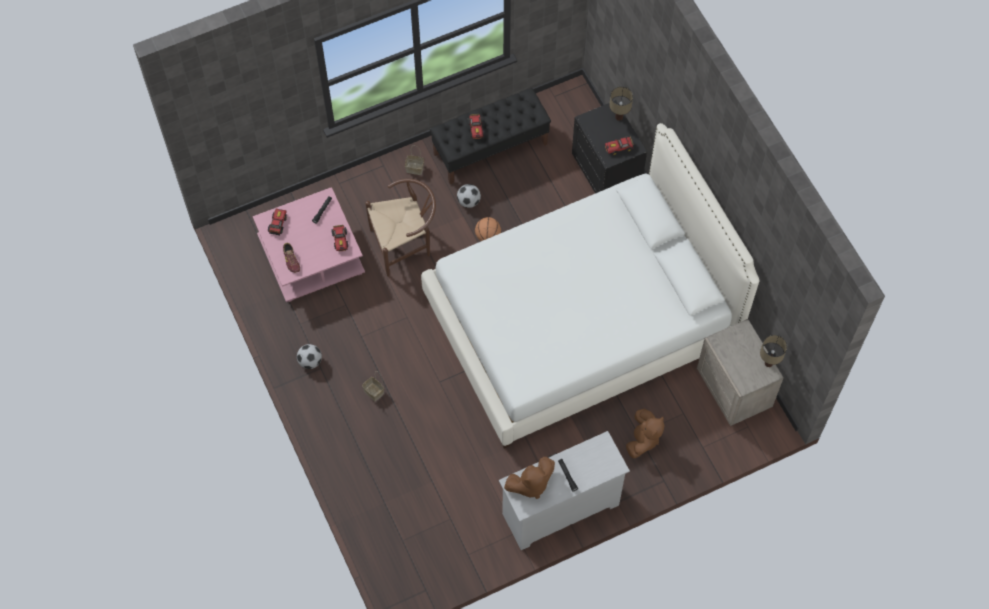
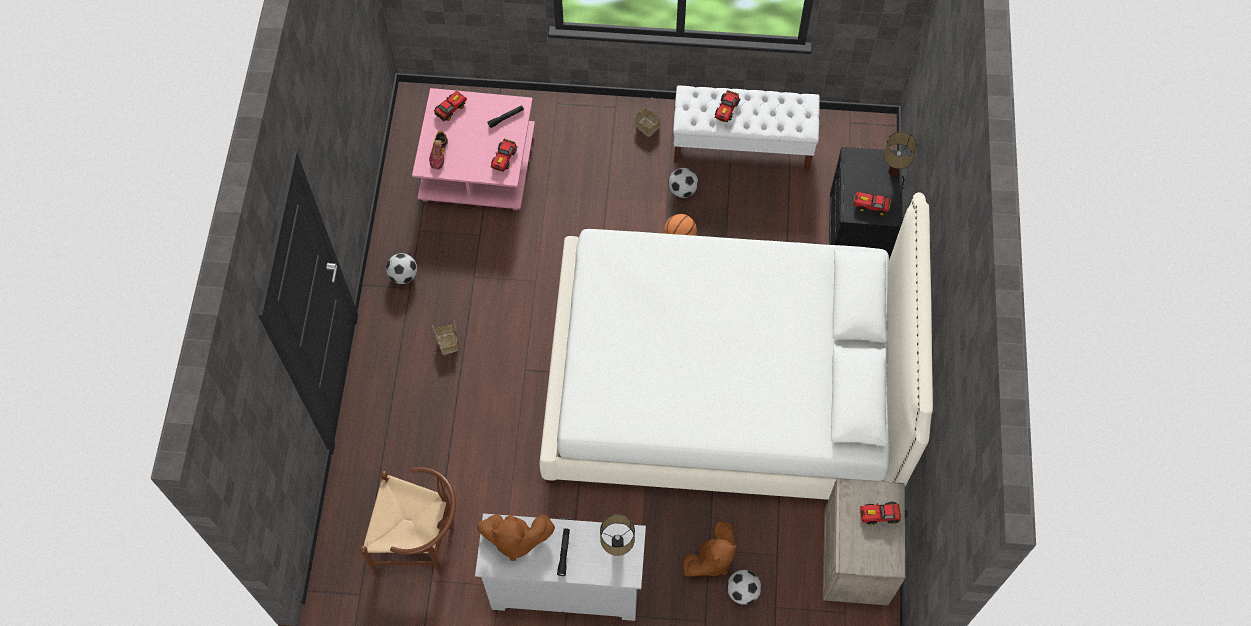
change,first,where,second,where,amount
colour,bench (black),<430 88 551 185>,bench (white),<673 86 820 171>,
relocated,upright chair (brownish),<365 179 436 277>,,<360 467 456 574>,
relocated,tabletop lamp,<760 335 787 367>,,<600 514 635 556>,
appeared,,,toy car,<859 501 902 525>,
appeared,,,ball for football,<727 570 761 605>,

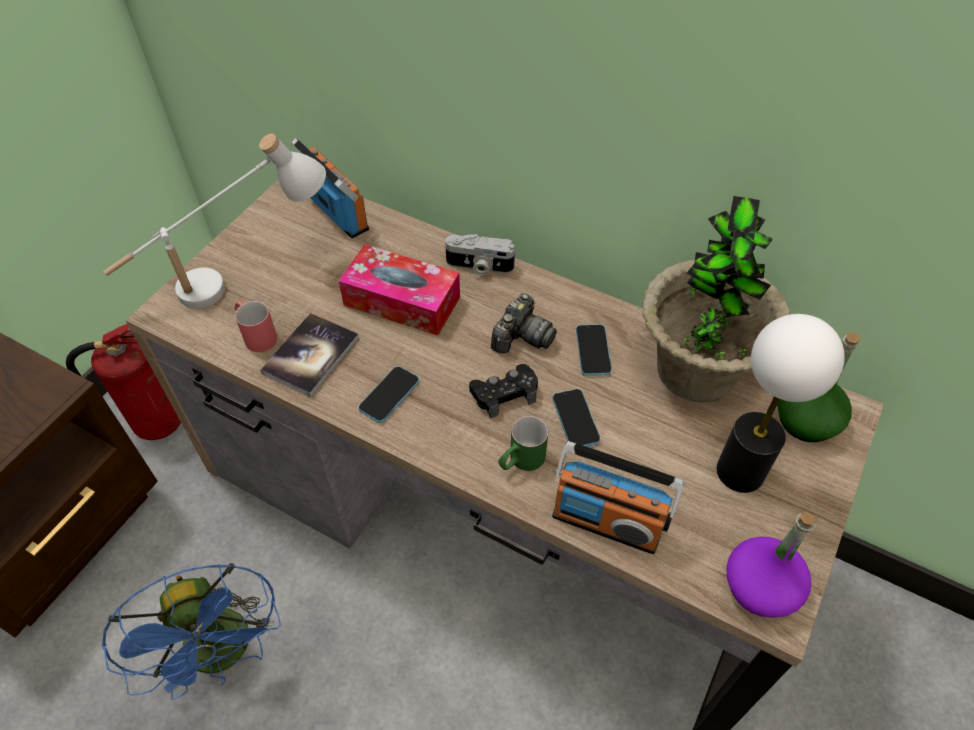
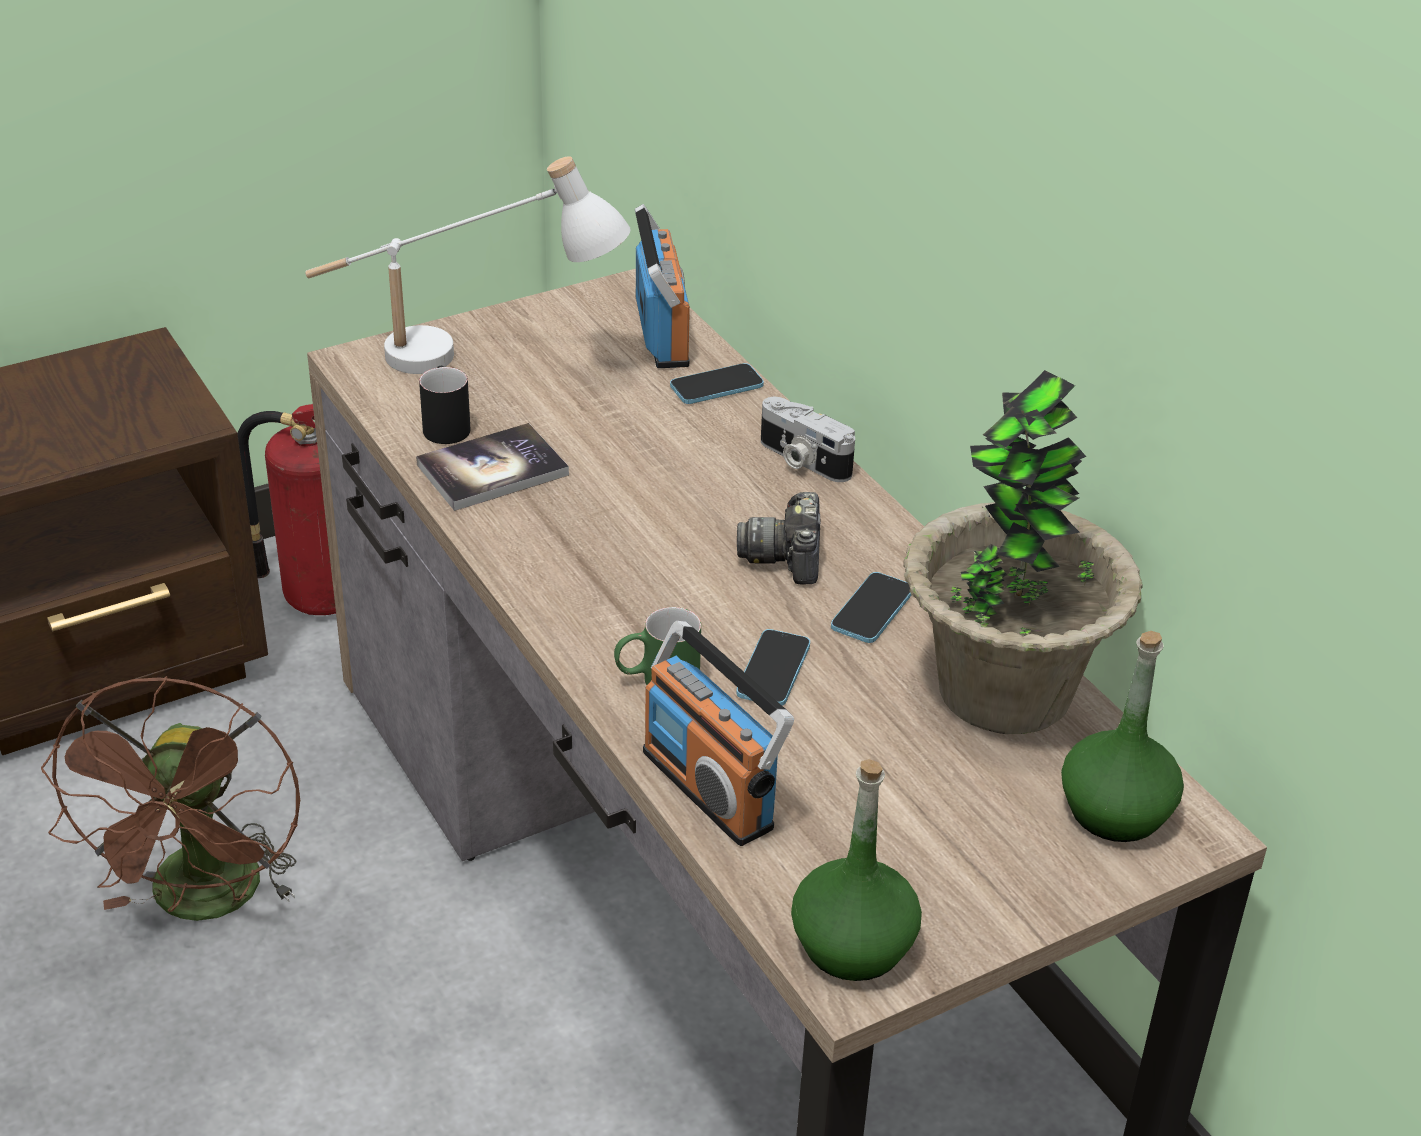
change,first,where,second,where,amount
missing,tissue box,<339 244 460 336>,,,
spun,photo camera,<491 293 557 353>,,<737 492 820 585>,120 degrees clockwise
colour,tea mug (red-coloured),<234 301 277 352>,tea mug (black),<419 366 471 444>,
missing,tabletop lamp,<717 314 844 493>,,,
missing,joypad (black),<469 364 538 418>,,,
relocated,phone,<358 366 419 423>,,<670 363 764 404>,
colour,bottle (purplish),<726 512 816 618>,bottle (green),<791 759 922 981>,
colour,fan (bluish),<102 563 281 700>,fan (brownish),<41 676 300 921>,

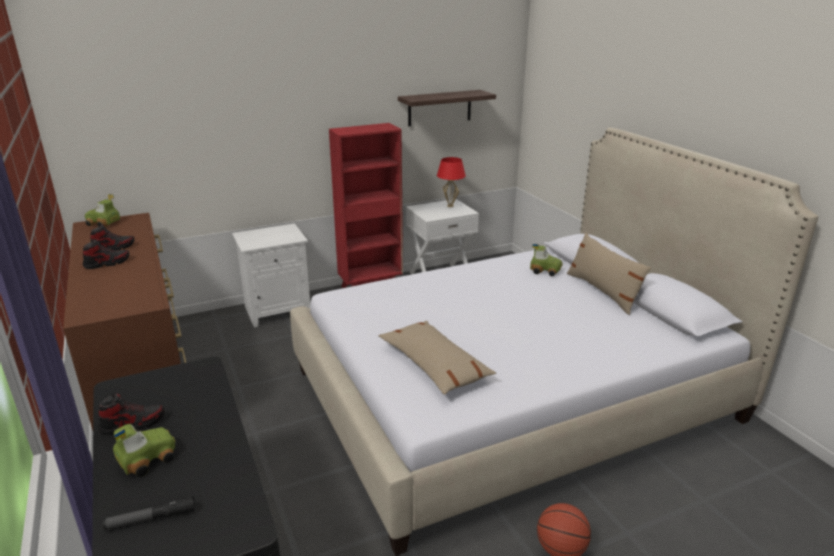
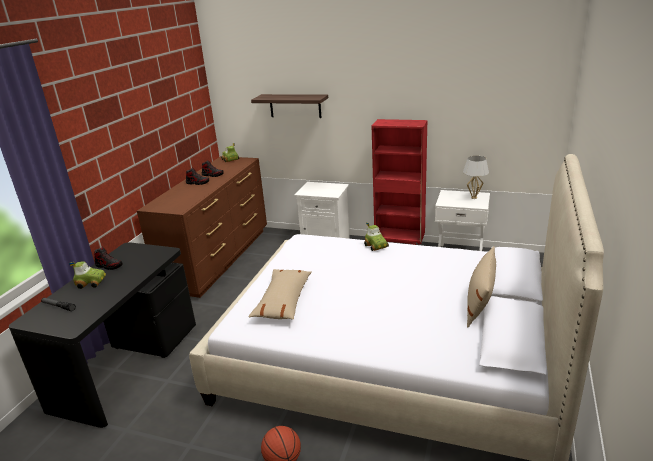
change,first,where,second,where,amount
relocated,shelf,<398 90 496 126>,,<251 94 328 118>,
colour,tabletop lamp (red-coloured),<437 157 466 207>,tabletop lamp (white),<463 156 489 199>,
relocated,toy car,<530 244 563 276>,,<364 222 389 251>,

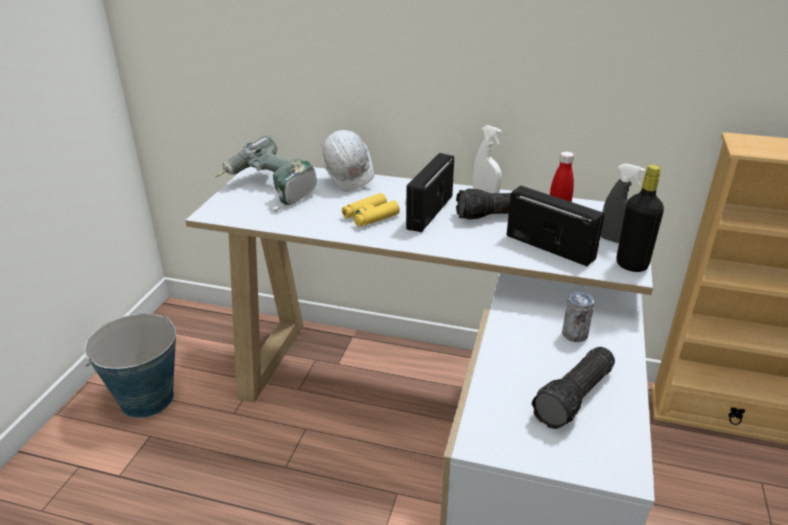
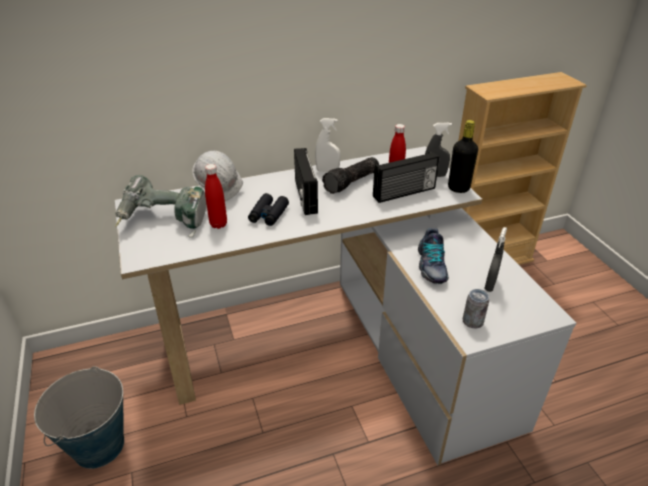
change,first,where,second,where,amount
spun,radio,<507 186 604 266>,,<373 151 440 203>,150 degrees clockwise
colour,pair of binoculars (yellow-coloured),<342 193 400 227>,pair of binoculars (black),<248 193 289 226>,
relocated,metal can,<562 292 594 342>,,<463 289 489 328>,
exchanged,hand torch,<532 347 615 429>,hand sprayer (gray),<484 227 507 292>,
appeared,,,bottle (red-coloured),<205 164 227 229>,
appeared,,,shoe,<418 228 449 284>,

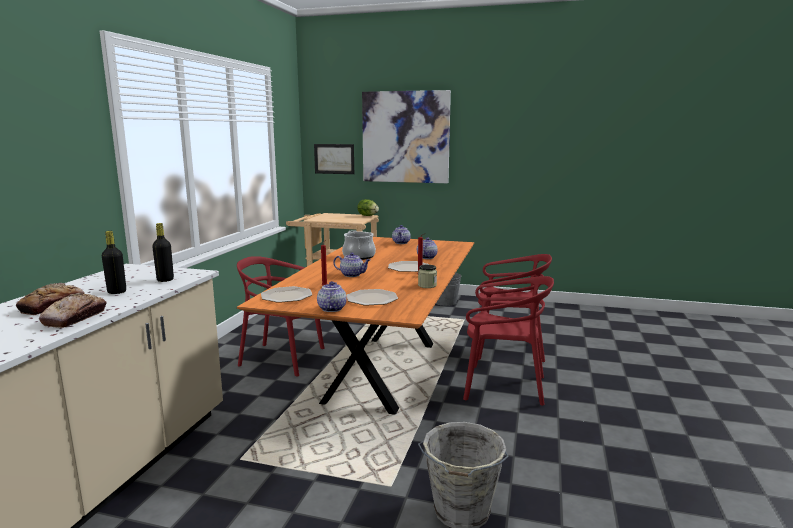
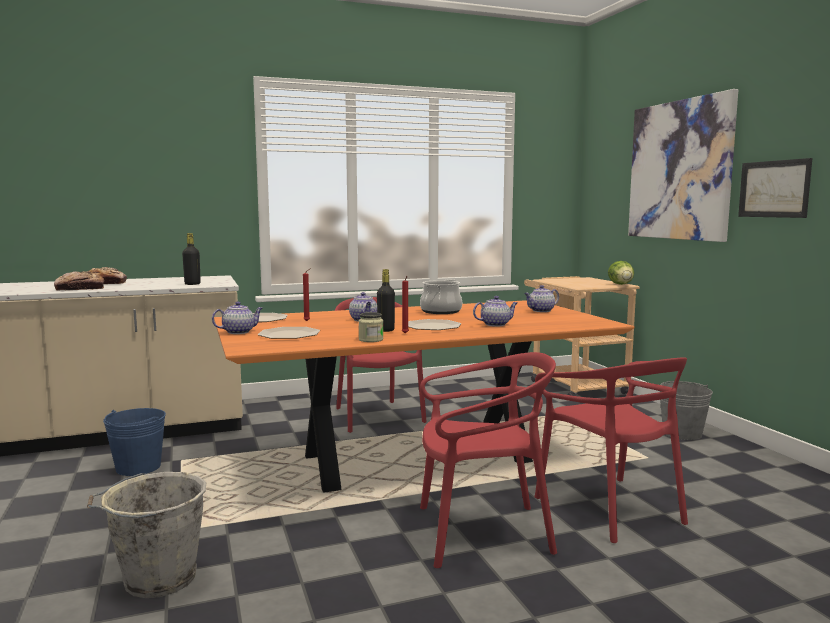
change,first,where,second,where,amount
relocated,wall art,<314 144 354 174>,,<738 158 812 218>,
relocated,bottle (black),<102 231 126 294>,,<377 269 395 332>,
spun,upright chair (red-coloured),<463 276 554 406>,,<420 352 557 568>,75 degrees counterclockwise
appeared,,,pail (bluish),<103 408 166 476>,

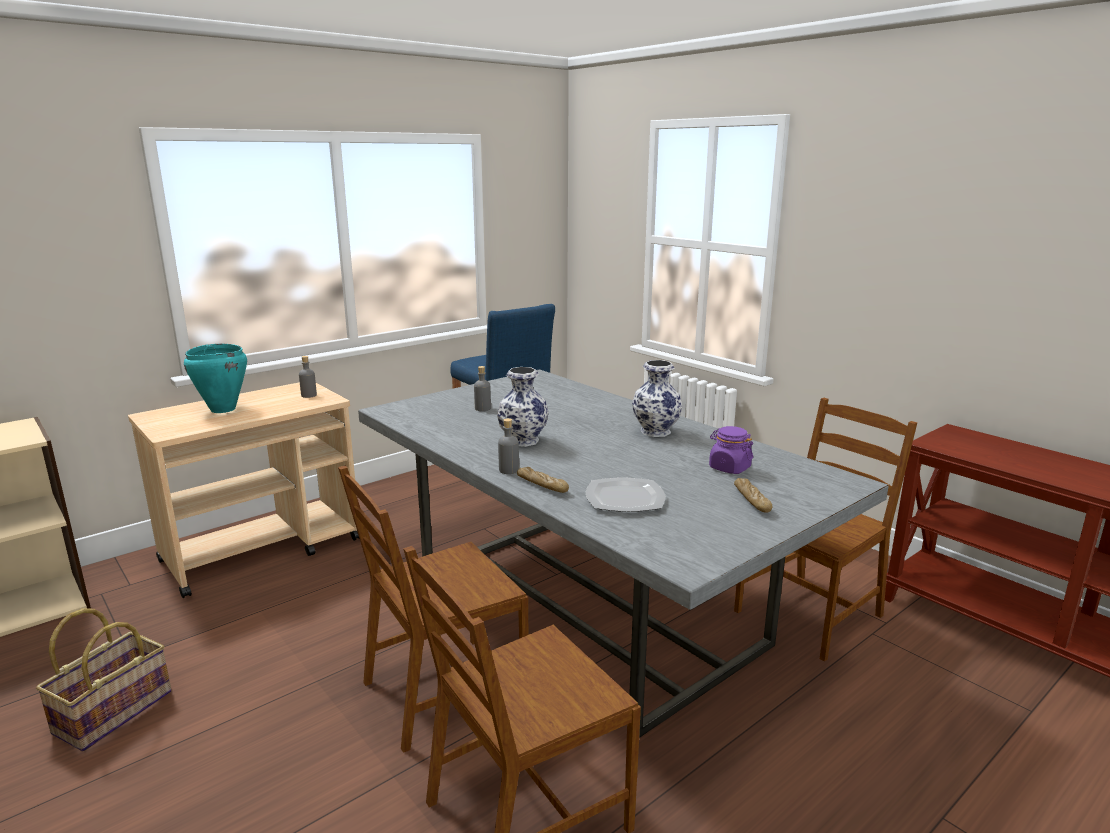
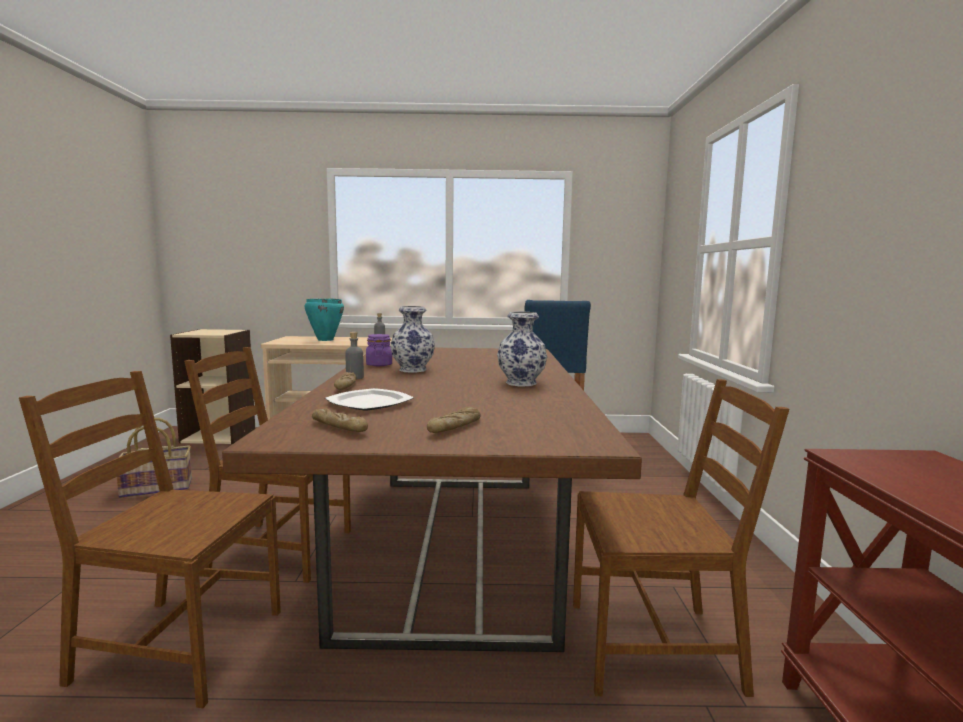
change,first,where,second,where,amount
missing,bottle (gray),<474 366 491 411>,,,
colour,dinner table (gray),<358 369 889 738>,dinner table (brownish),<222 348 642 652>,
relocated,storage jar (purplish),<709 426 753 474>,,<366 334 392 366>,
appeared,,,bakery bread,<312 408 368 432>,

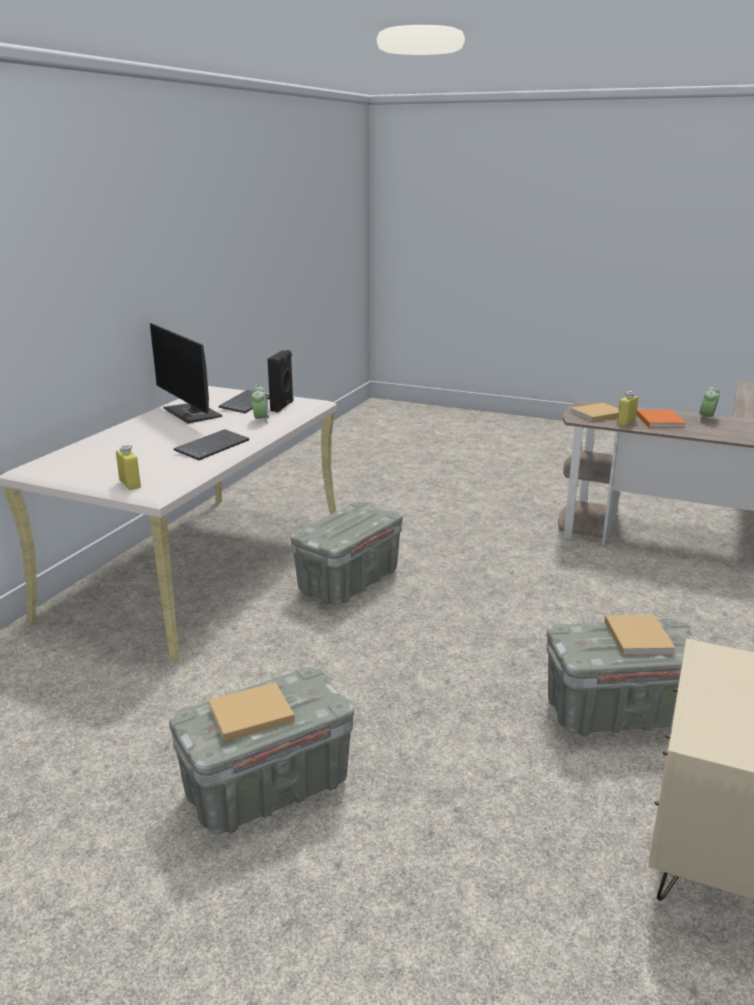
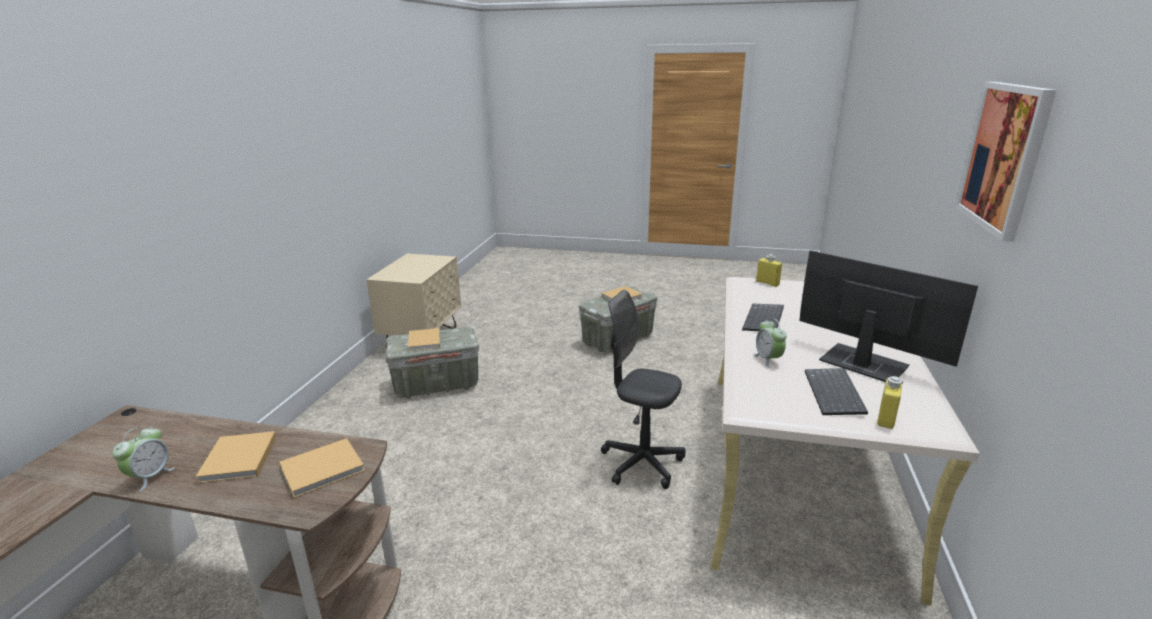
change,first,where,second,where,amount
missing,audio speaker (black),<267 350 294 413>,,,
relocated,bottle (yellow-coloured),<617 391 638 426>,,<877 376 903 429>,
colour,volume (orangey),<636 410 686 428>,volume (sand-coloured),<195 431 276 483>,
exchanged,storage box (gray),<290 501 403 604>,computer chair (gray),<601 290 686 489>,
appeared,,,wall art,<956 82 1057 242>,

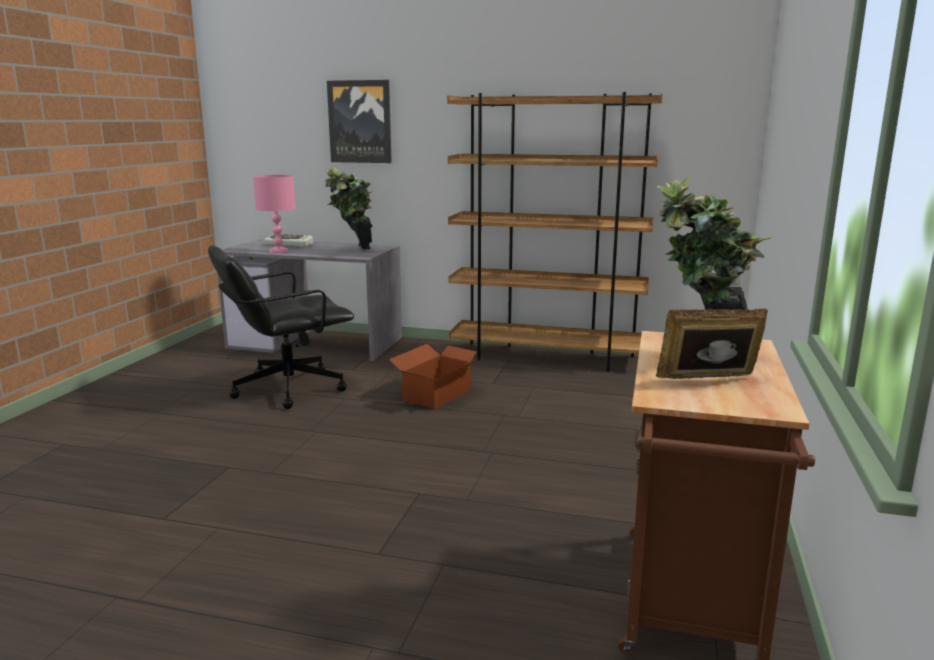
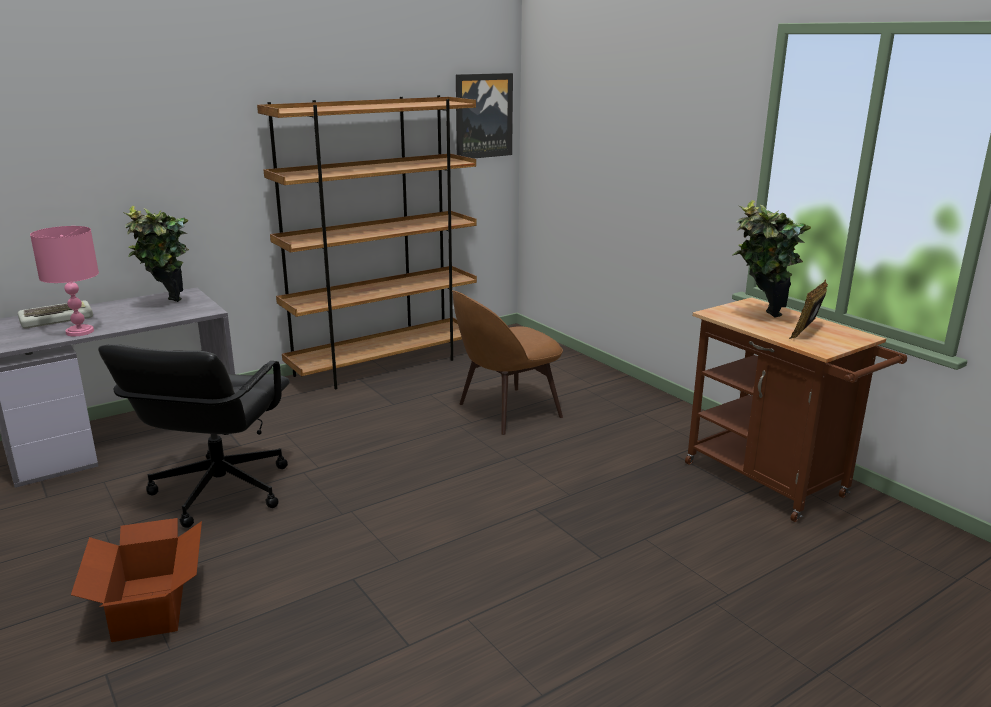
change,first,where,second,where,amount
relocated,wall art,<327 80 392 163>,,<456 73 513 158>,
relocated,packing box,<389 344 483 409>,,<71 518 202 642>,
appeared,,,upright chair (brownish),<452 290 563 435>,

